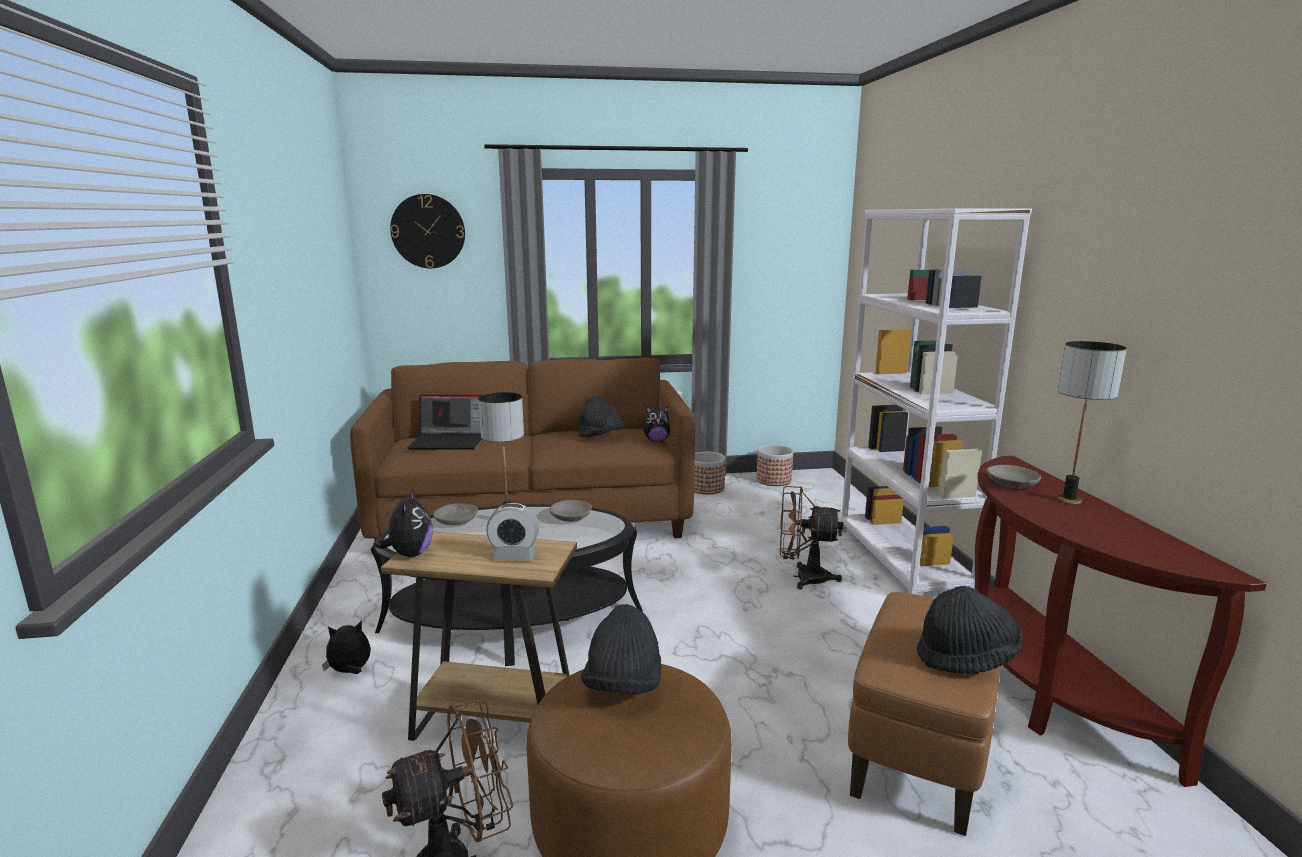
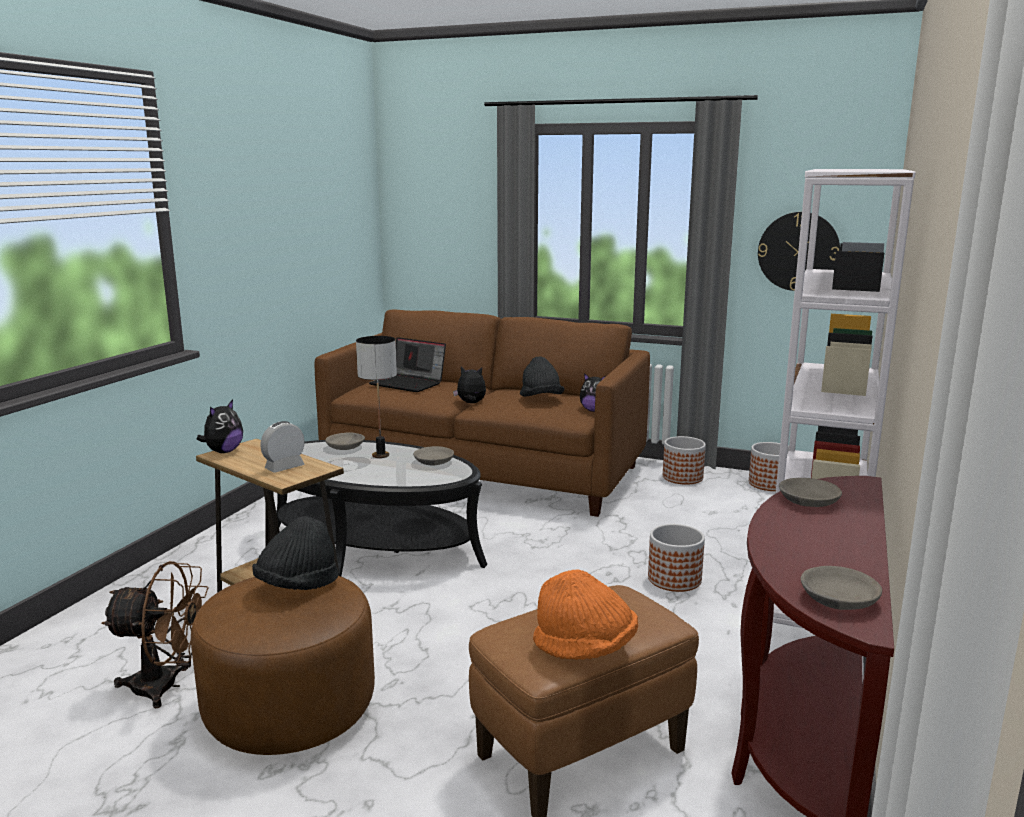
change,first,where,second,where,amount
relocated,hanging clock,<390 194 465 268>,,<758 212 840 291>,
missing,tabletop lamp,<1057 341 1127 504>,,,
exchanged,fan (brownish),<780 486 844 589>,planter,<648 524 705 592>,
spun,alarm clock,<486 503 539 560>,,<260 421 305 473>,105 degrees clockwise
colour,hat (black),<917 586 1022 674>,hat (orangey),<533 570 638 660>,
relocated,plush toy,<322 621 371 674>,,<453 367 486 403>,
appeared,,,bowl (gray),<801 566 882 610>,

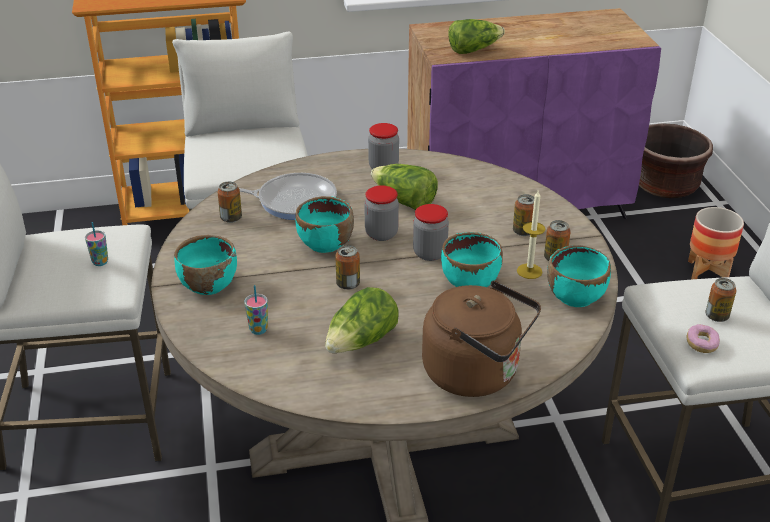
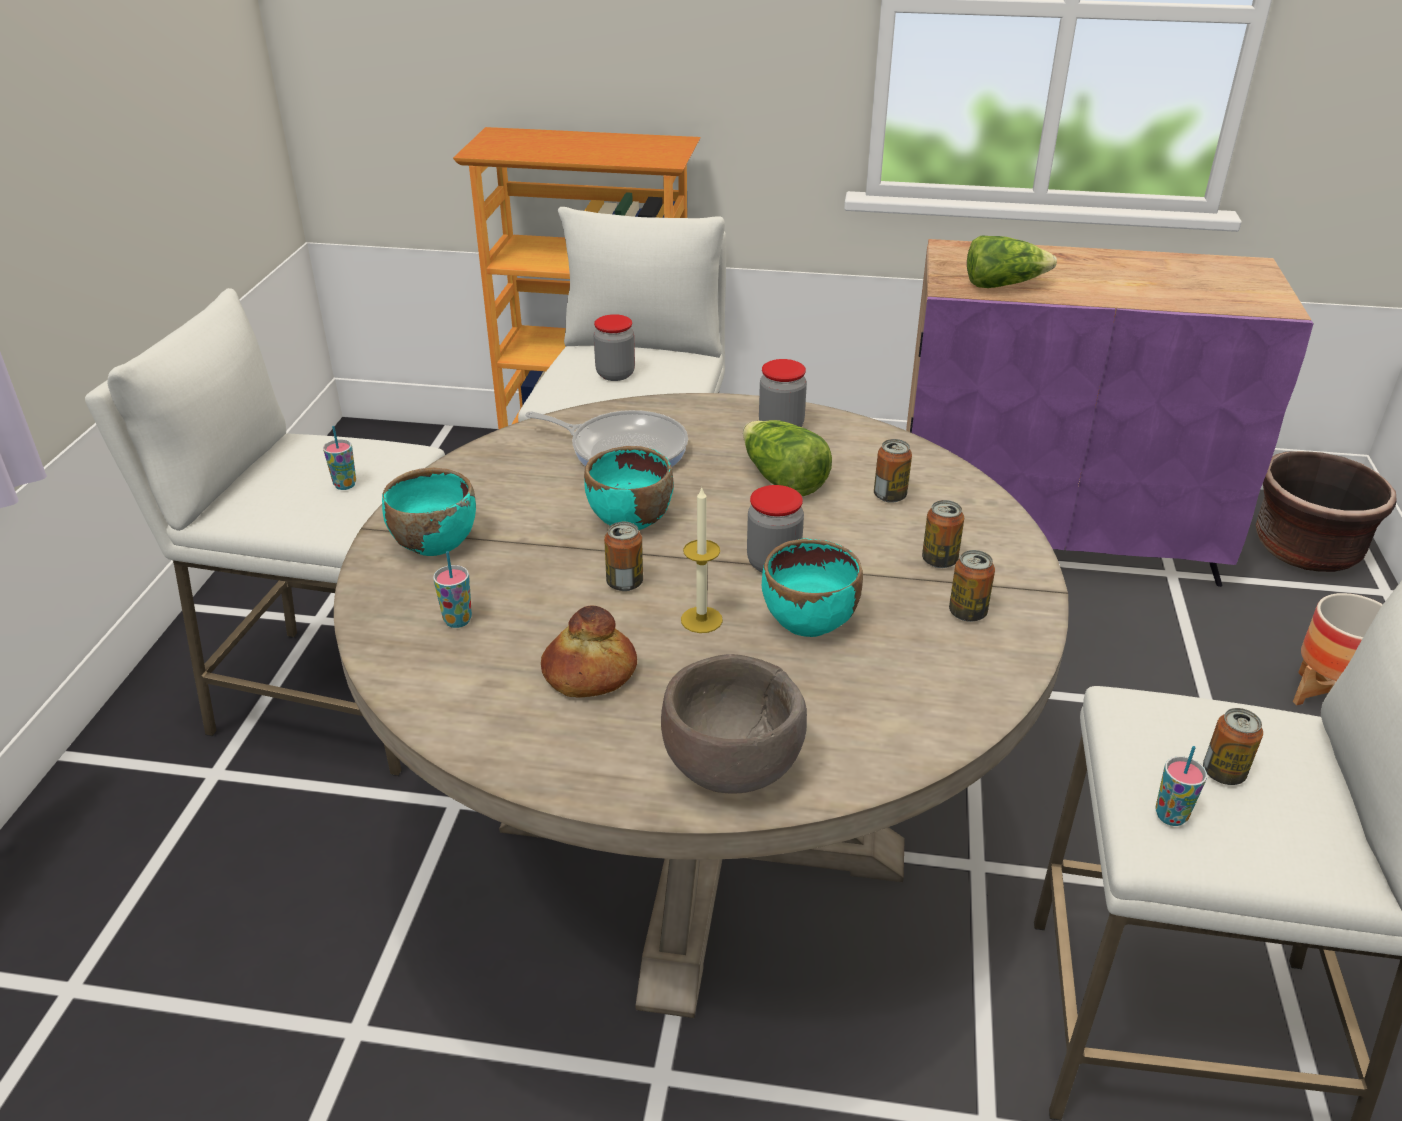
change,first,where,second,where,amount
relocated,metal can,<217 182 242 223>,,<874 439 912 503>,
relocated,storage jar,<364 185 399 241>,,<594 314 635 381>,
relocated,candle,<517 191 545 279>,,<681 486 723 633>,
missing,bowl (turquoise),<547 245 611 307>,,,
exchanged,water kettle (brownish),<422 280 541 397>,bowl (brownish),<661 654 807 794>,
exchanged,lettuce head,<325 287 399 353>,bakery bread,<541 606 637 698>,
exchanged,ring doughnut,<686 324 720 353>,small cup,<1156 746 1207 826>,

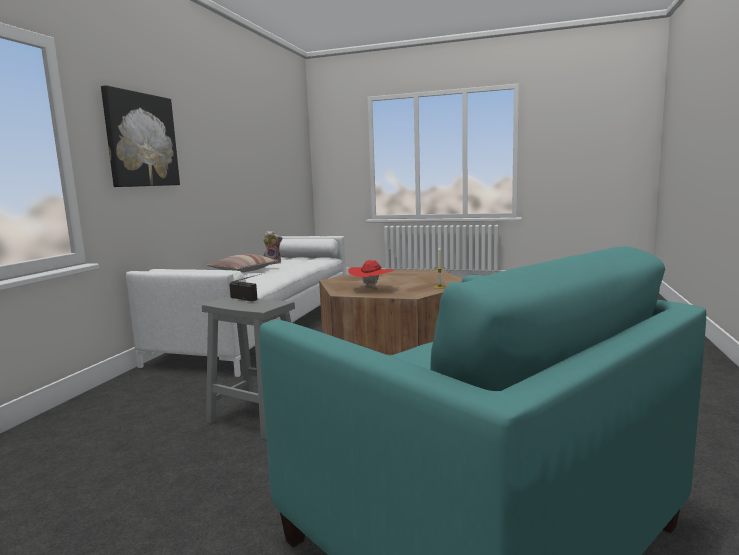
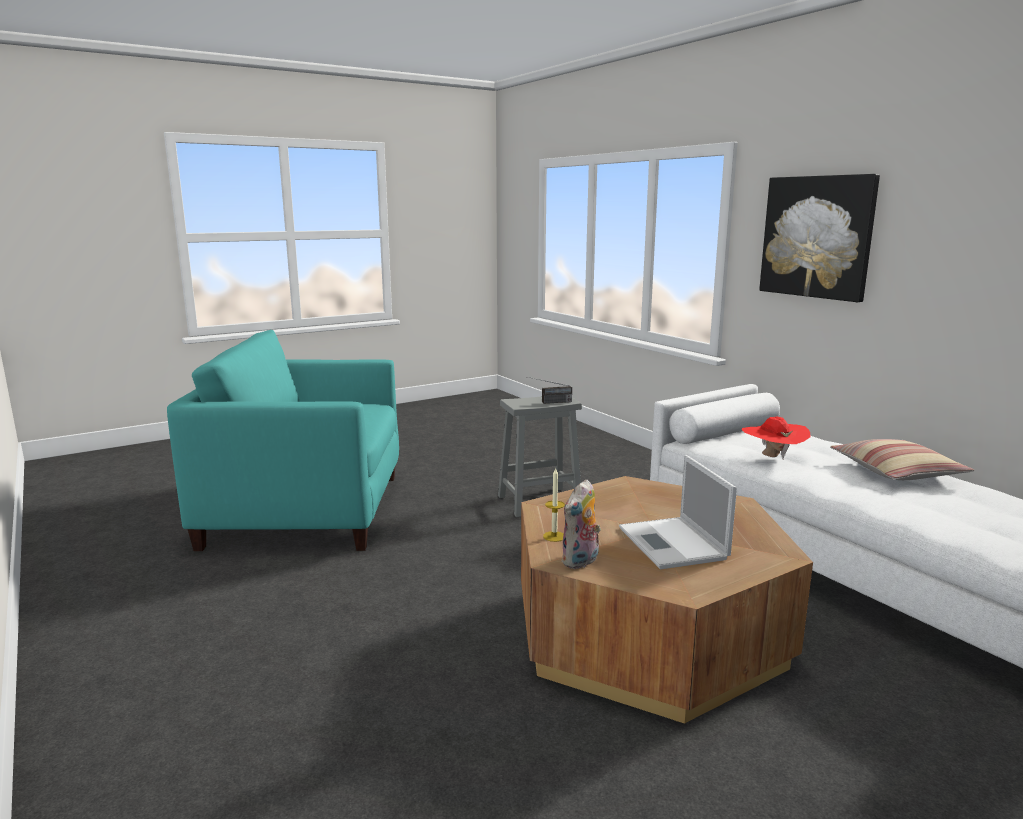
change,first,where,second,where,amount
relocated,plush toy,<263 231 282 265>,,<561 479 601 569>,
relocated,hat (red-coloured),<348 260 394 289>,,<742 416 810 459>,
appeared,,,notebook computer,<619 455 737 569>,

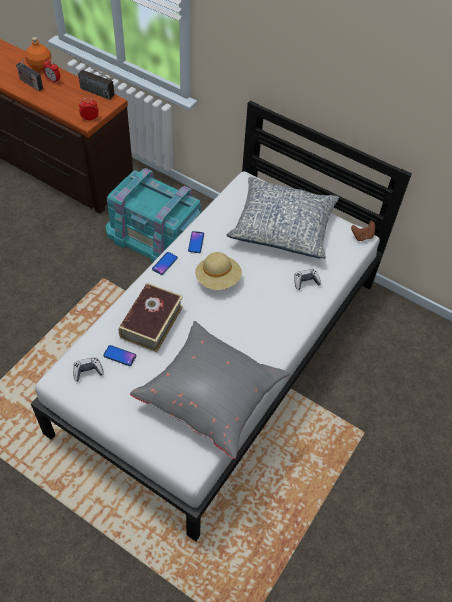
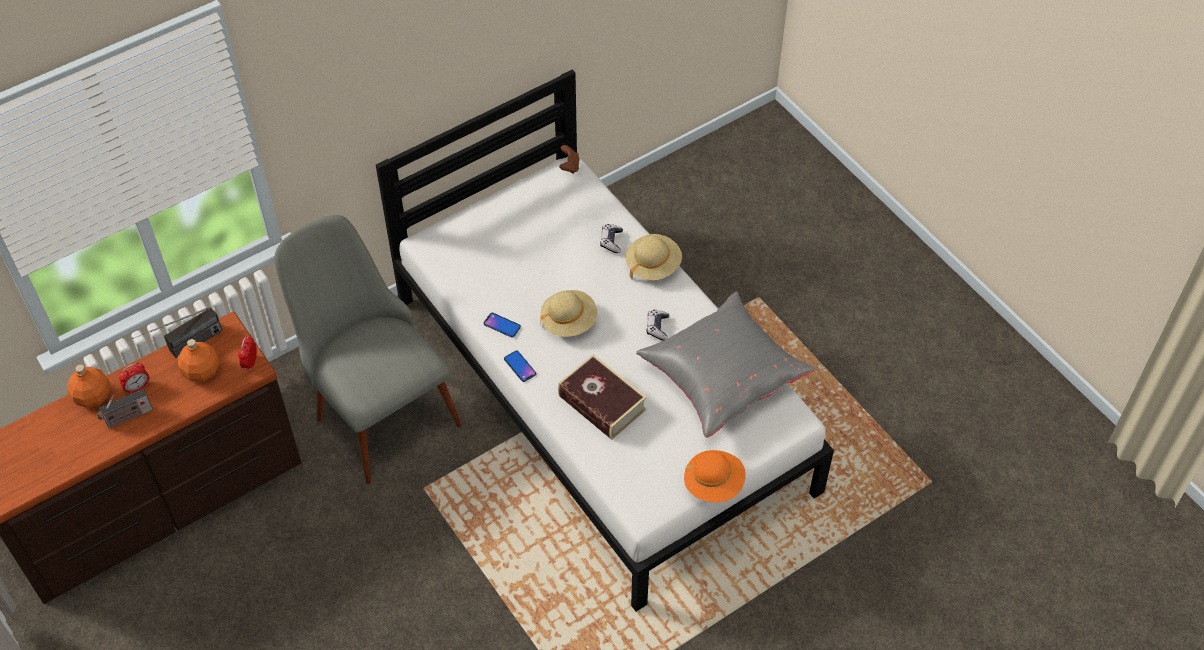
change,first,where,second,where,amount
exchanged,storage box (turquoise),<106 168 201 263>,upright chair (gray),<275 215 462 484>,
missing,pillow,<227 176 339 259>,,,
missing,phone,<103 345 136 366>,,,
relocated,joypad,<73 357 104 381>,,<646 310 669 341>,
appeared,,,hat (sand-coloured),<625 234 682 280>,
appeared,,,bottle (orangey),<177 339 219 382>,
appeared,,,hat (orangey),<684 450 746 502>,

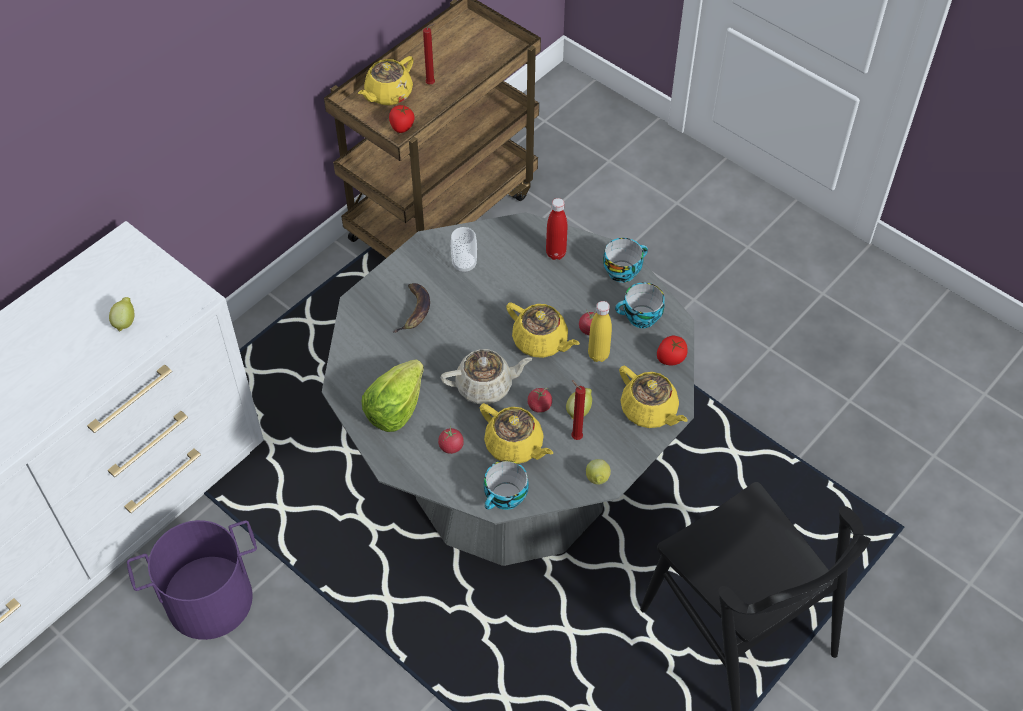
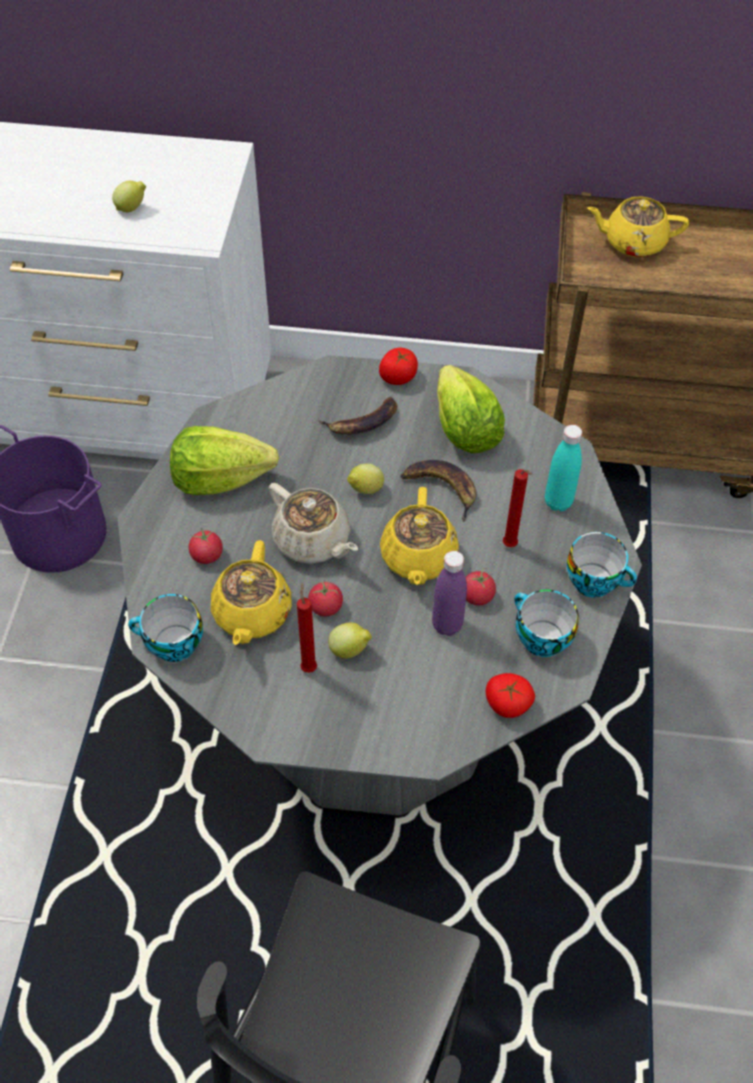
change,first,where,second,where,amount
relocated,candle (red-coloured),<423 23 435 84>,,<503 469 533 547>,
relocated,tomato,<389 105 414 133>,,<379 348 418 385>,
colour,bottle (red-coloured),<546 198 567 260>,bottle (turquoise),<545 425 582 512>,
exchanged,small cup,<451 227 477 273>,lettuce head,<437 365 505 453>,
colour,bottle (yellow-coloured),<588 301 612 362>,bottle (purplish),<432 551 467 636>,
missing,pot for tea (yellow-coloured),<619 366 688 428>,,,
relocated,citrus fruit,<586 459 611 485>,,<347 464 384 494>,
appeared,,,whole banana,<401 460 476 522>,

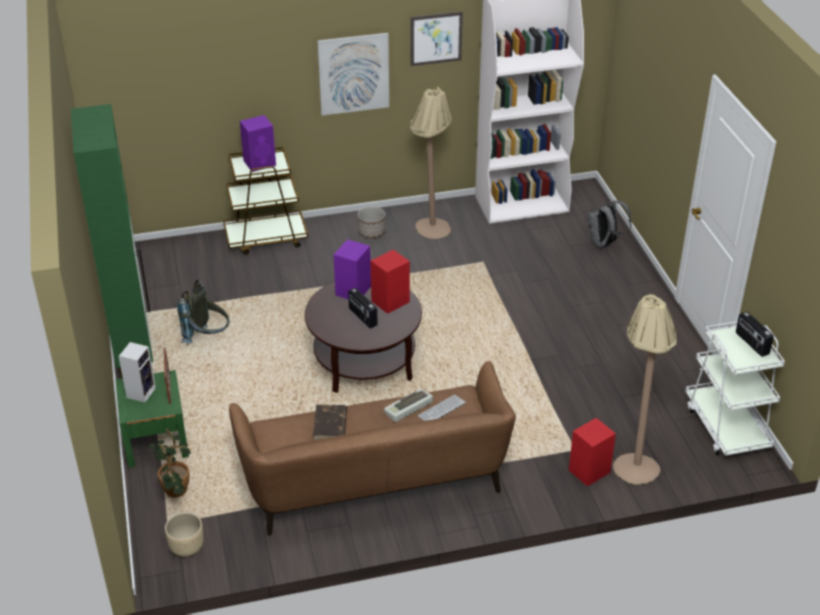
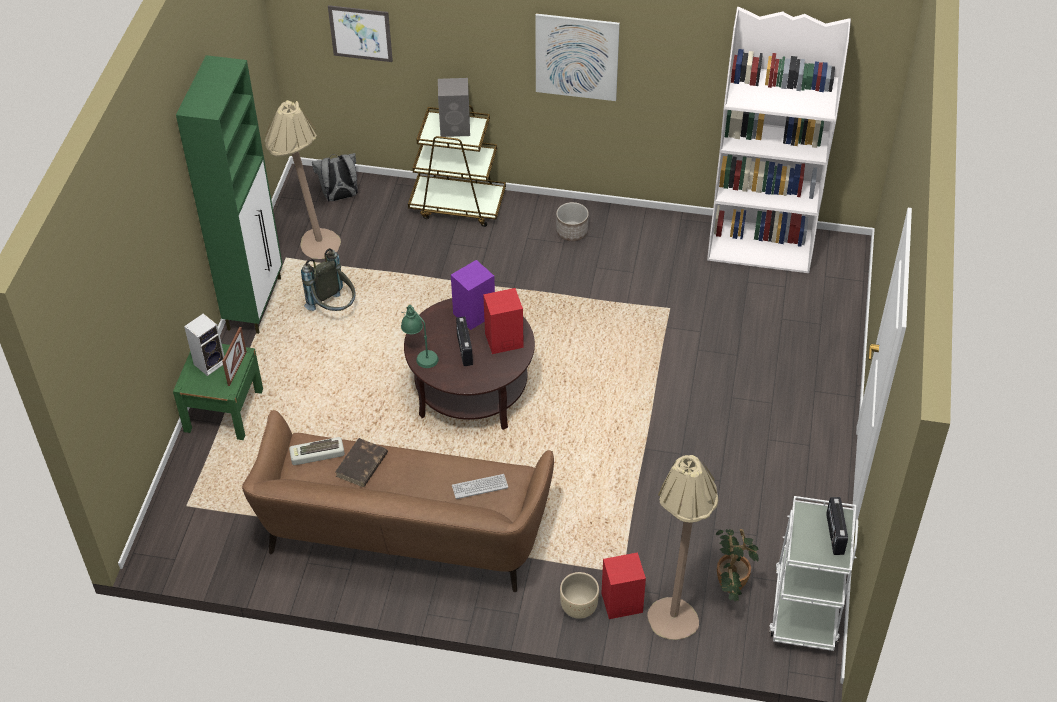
change,first,where,second,where,amount
relocated,wall art,<410 11 463 66>,,<328 5 393 62>,
relocated,standing lamp (sand-coloured),<410 87 453 239>,,<265 100 341 259>,
colour,audio speaker (purplish),<240 115 276 172>,audio speaker (gray),<438 78 470 137>,
relocated,backpack (gray),<587 200 632 248>,,<312 153 358 201>,
relocated,PC keyboard,<384 388 433 422>,,<289 437 345 465>,
relocated,plant in a pot,<148 429 191 498>,,<716 529 759 601>,
relocated,planter (sand-coloured),<165 512 204 557>,,<560 572 599 619>,
appeared,,,tabletop lamp (green),<401 305 439 368>,

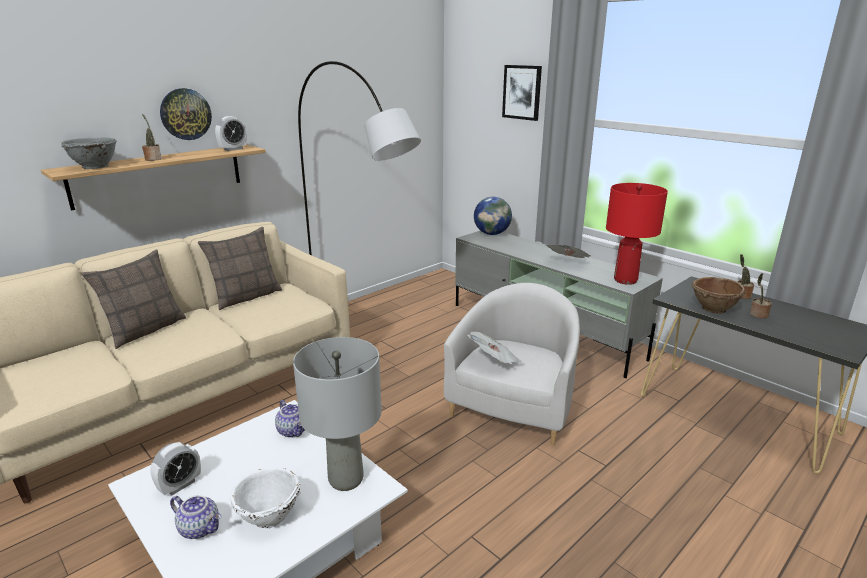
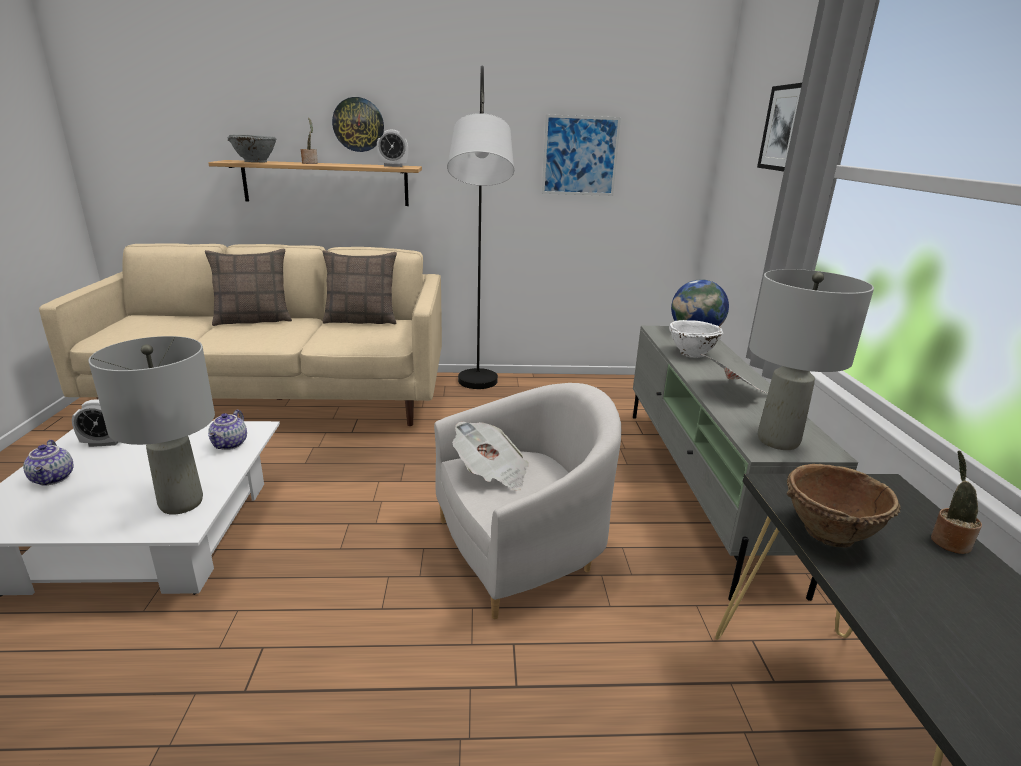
change,first,where,second,where,amount
colour,tabletop lamp (red-coloured),<606 183 668 285>,tabletop lamp (gray),<749 269 874 450>,
missing,plant in a pot,<750 273 772 318>,,,
relocated,bowl (white),<230 467 301 528>,,<669 320 723 358>,
appeared,,,wall art,<542 114 621 196>,

